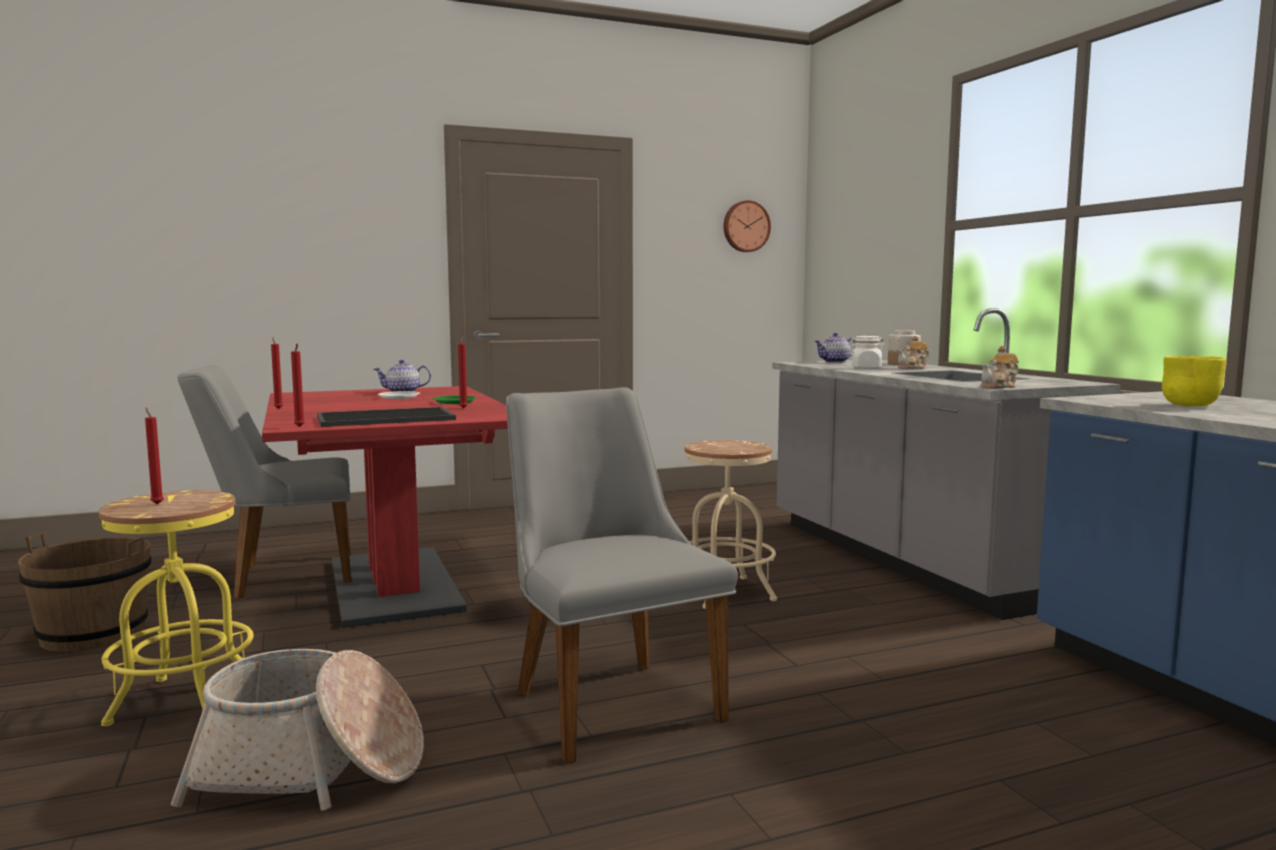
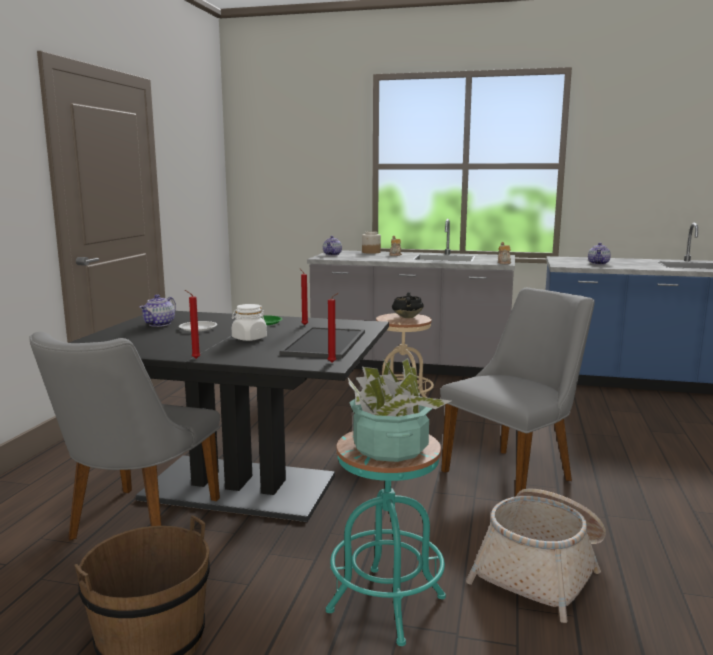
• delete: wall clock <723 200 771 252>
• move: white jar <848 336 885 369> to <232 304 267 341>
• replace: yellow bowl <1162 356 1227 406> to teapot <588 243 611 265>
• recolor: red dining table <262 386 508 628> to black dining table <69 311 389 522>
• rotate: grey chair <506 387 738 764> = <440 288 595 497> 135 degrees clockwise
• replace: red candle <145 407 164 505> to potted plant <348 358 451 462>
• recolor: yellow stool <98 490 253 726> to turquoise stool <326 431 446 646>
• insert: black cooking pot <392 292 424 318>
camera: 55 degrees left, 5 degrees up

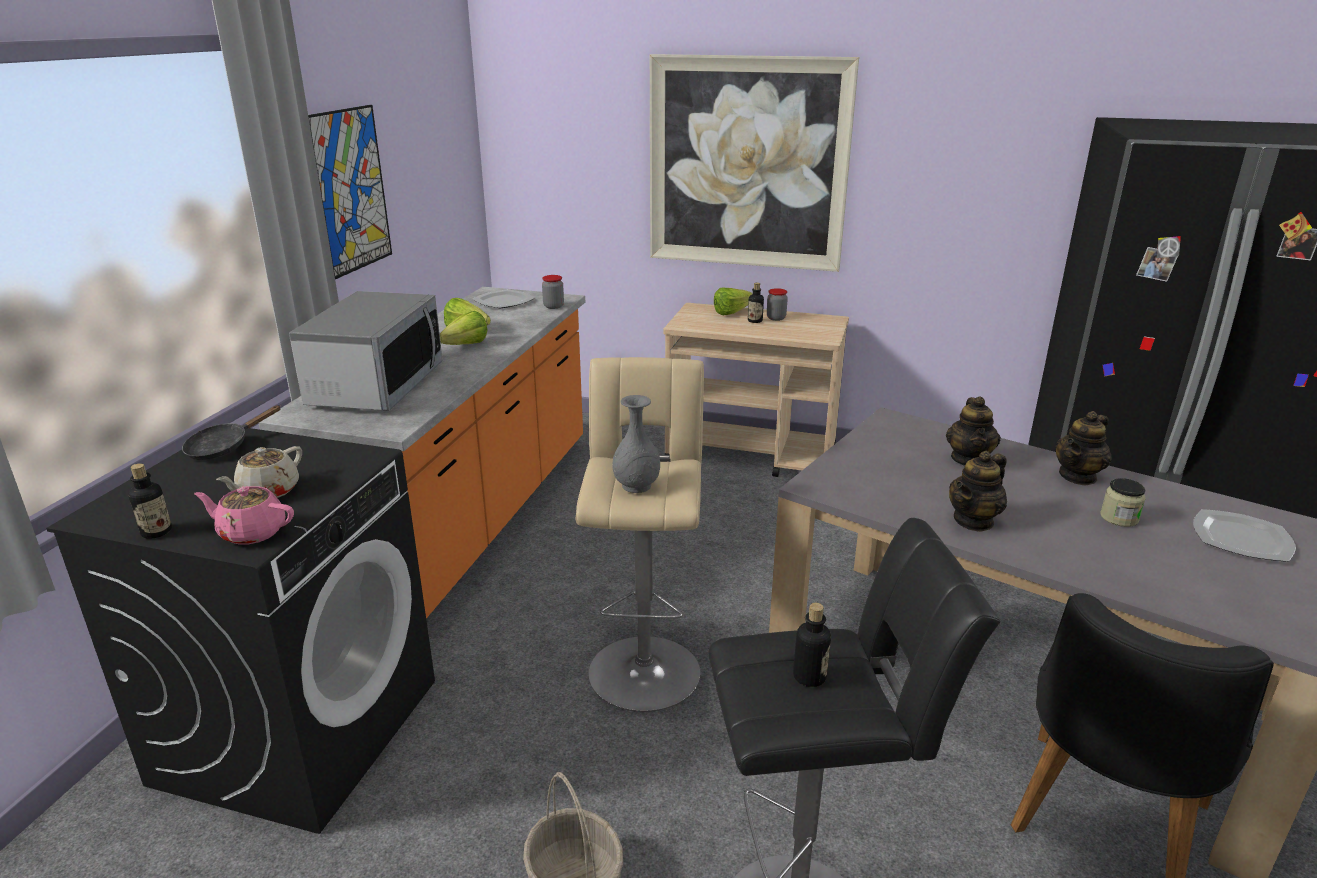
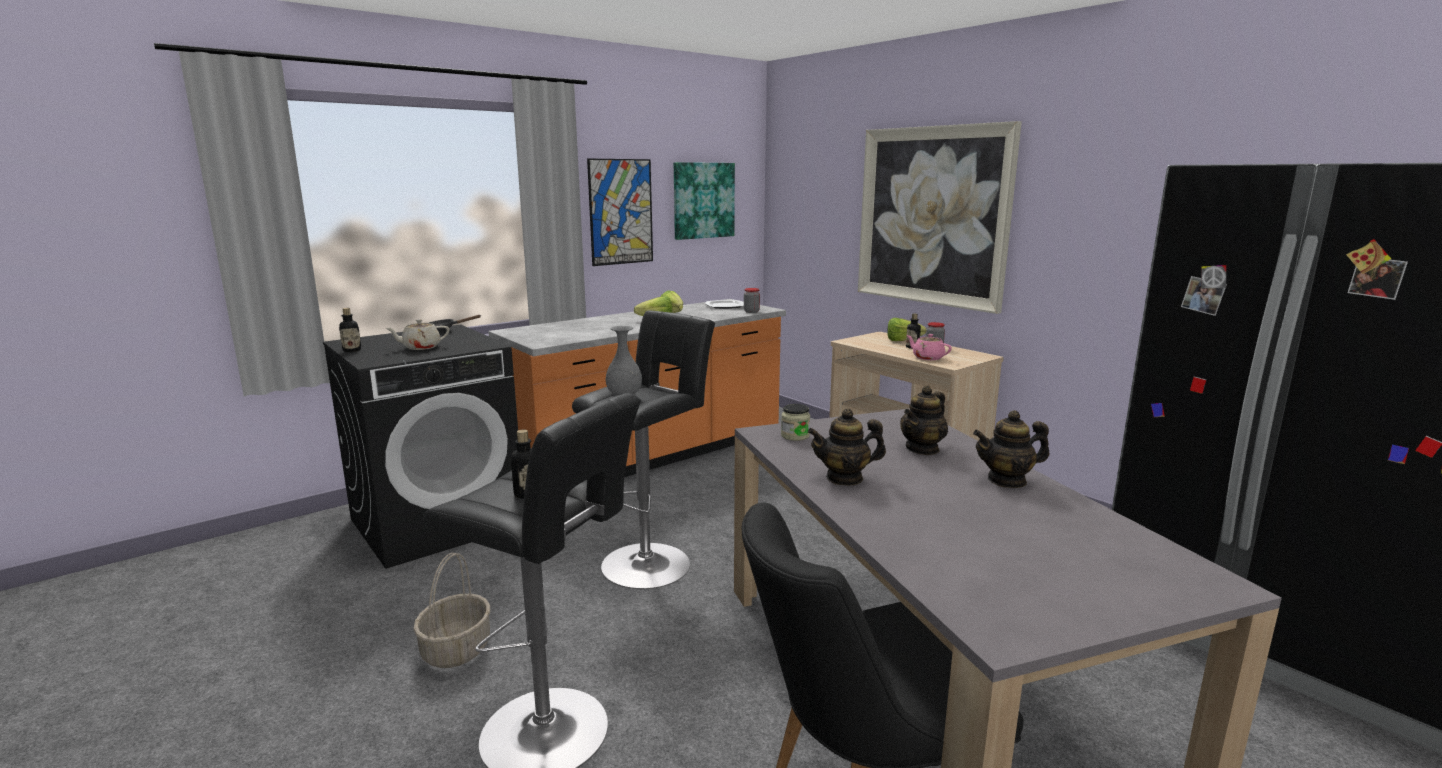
• delete: microwave <289 291 443 411>
• recolor: beige stool <575 357 704 712> to black stool <572 311 715 589>
• move: jar <1100 478 1146 527> to <781 404 810 441>
• move: pink teapot <194 486 294 545> to <906 334 952 360>
• delete: plate <1193 509 1296 562>
• insert: picture <674 162 735 240>
camera: 35 degrees right, 10 degrees down

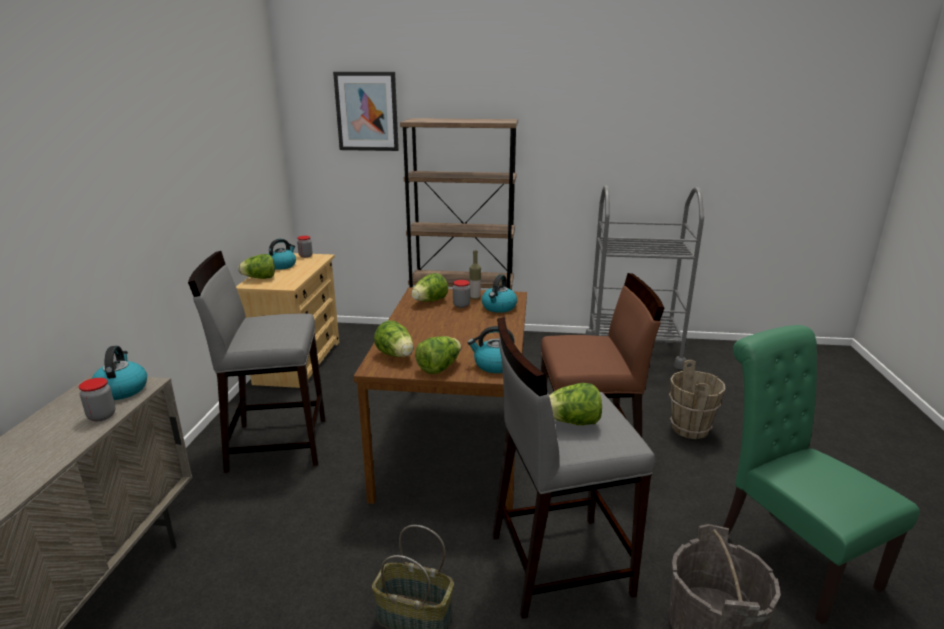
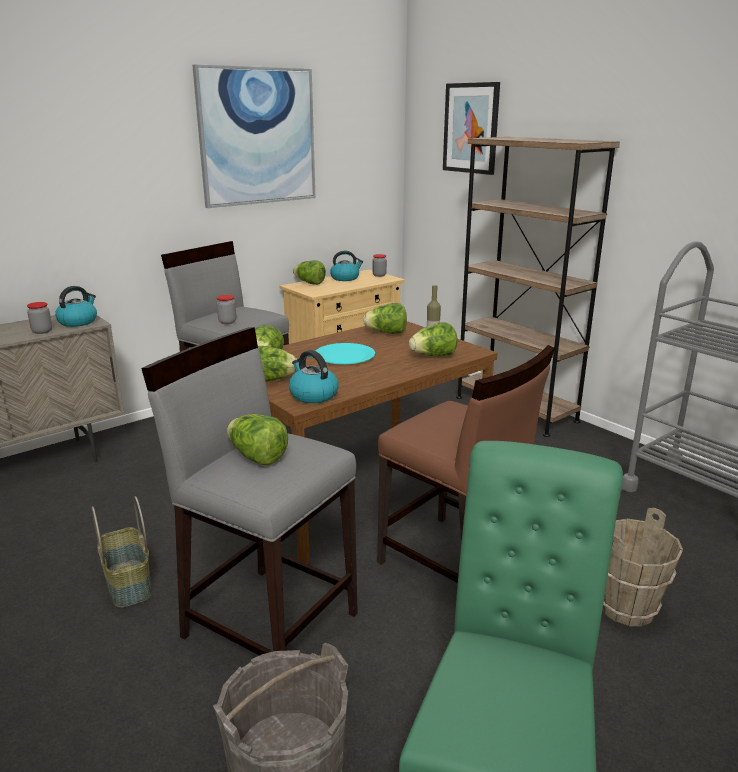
• replace: kettle <482 274 517 313> to lettuce <409 322 458 357>
• move: jar <453 280 470 308> to <217 295 236 324>
• insert: picture <192 65 315 208>
• insert: turquoise plate <316 343 375 364>
camera: 45 degrees right, 0 degrees up

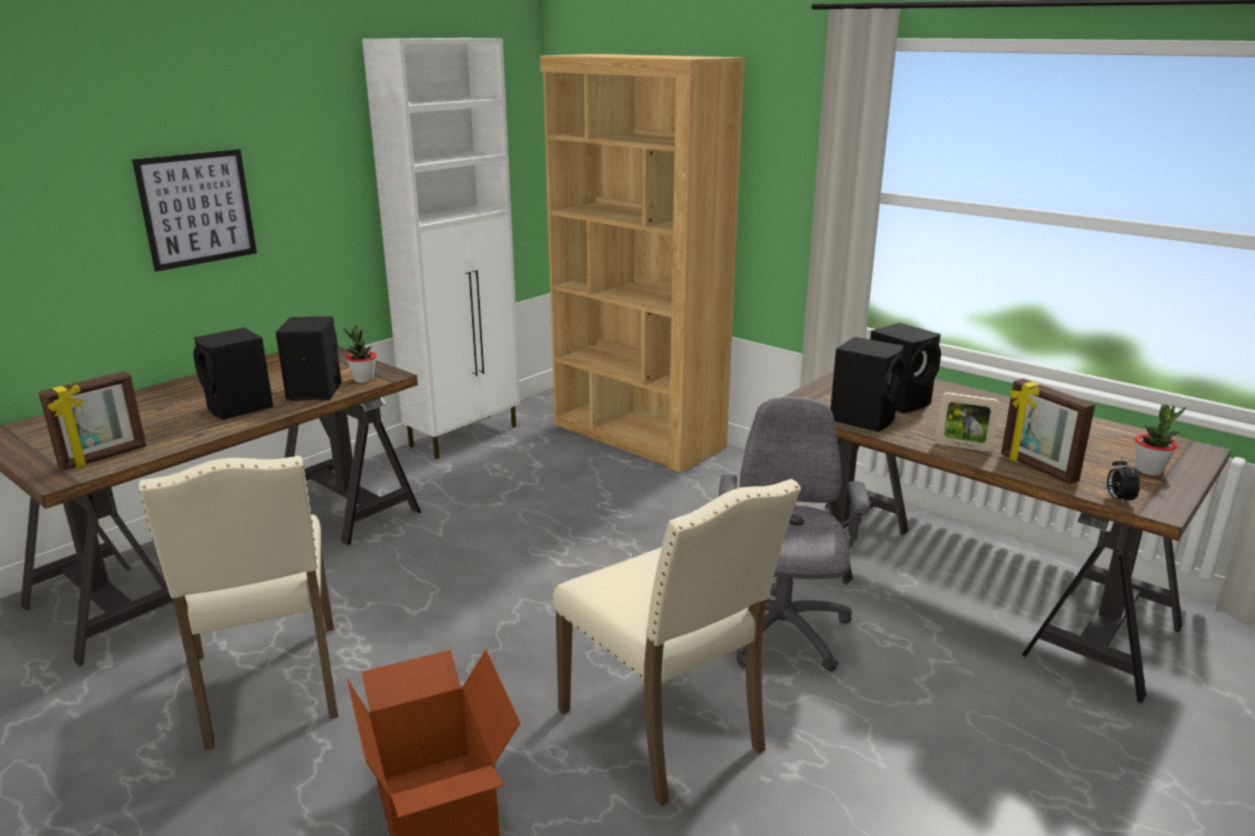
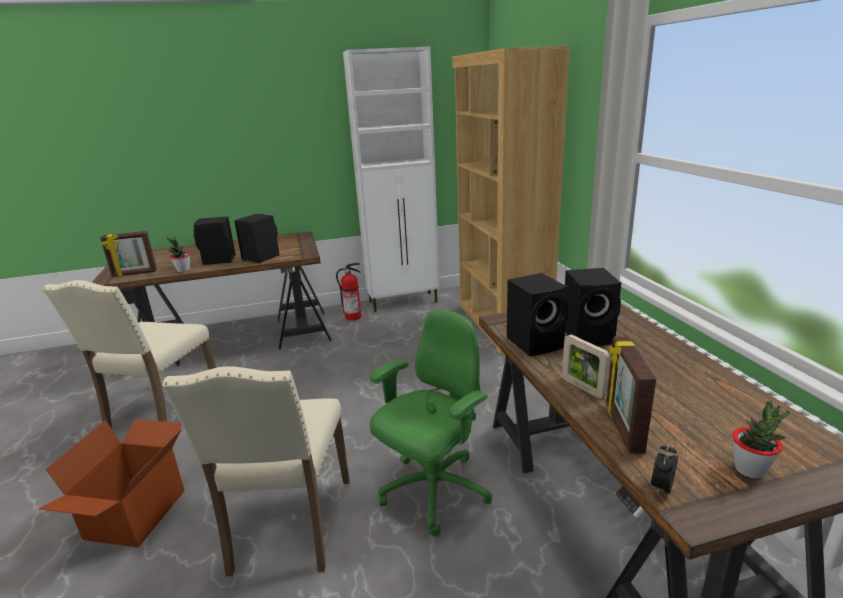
• delete: picture <132 149 257 272>
• move: potted plant <344 326 377 383> to <167 236 190 272>
• recolor: grey office chair <718 397 870 672> to green office chair <369 310 493 536>
• insert: fire extinguisher <336 263 361 321>
camera: 35 degrees right, 0 degrees up

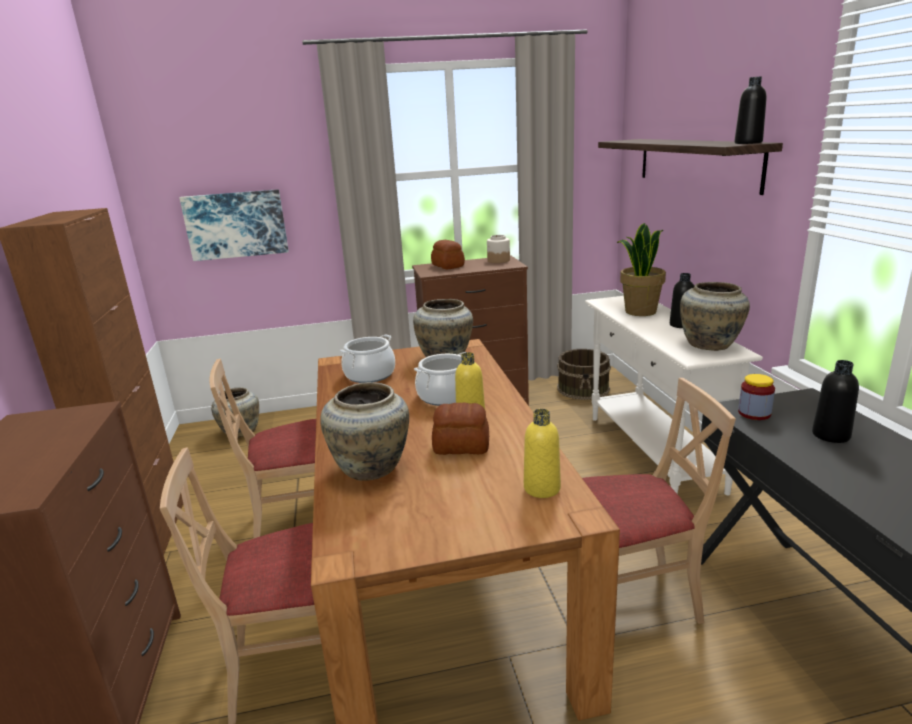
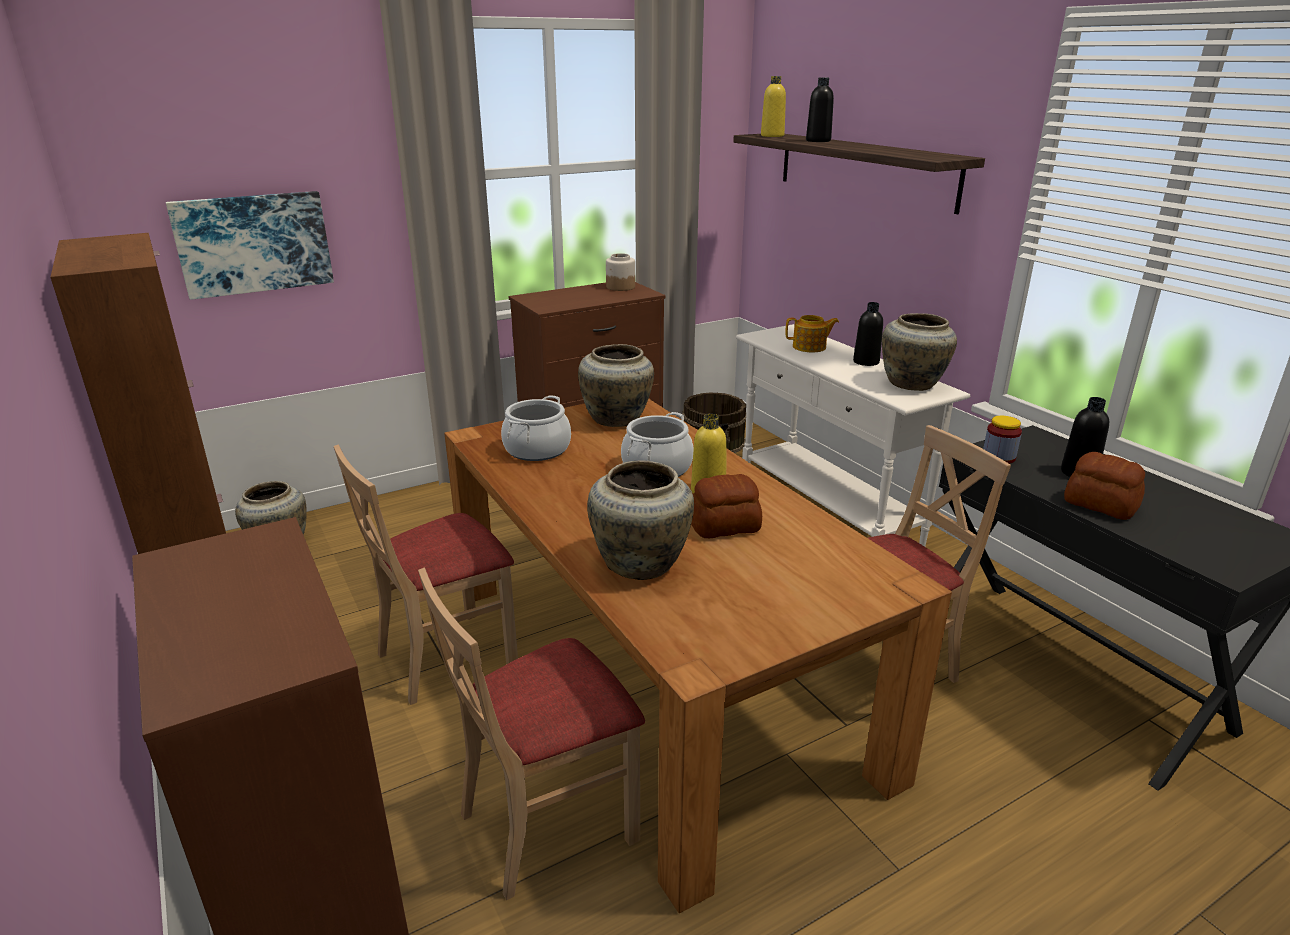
• move: black bottle <734 77 767 144> to <806 78 834 142>
• replace: potted plant <617 223 666 316> to teapot <785 315 839 352>
• move: bread <431 240 465 269> to <1064 452 1145 520>
• move: yellow bottle <524 409 561 498> to <761 76 786 137>
camera: 20 degrees left, 5 degrees up

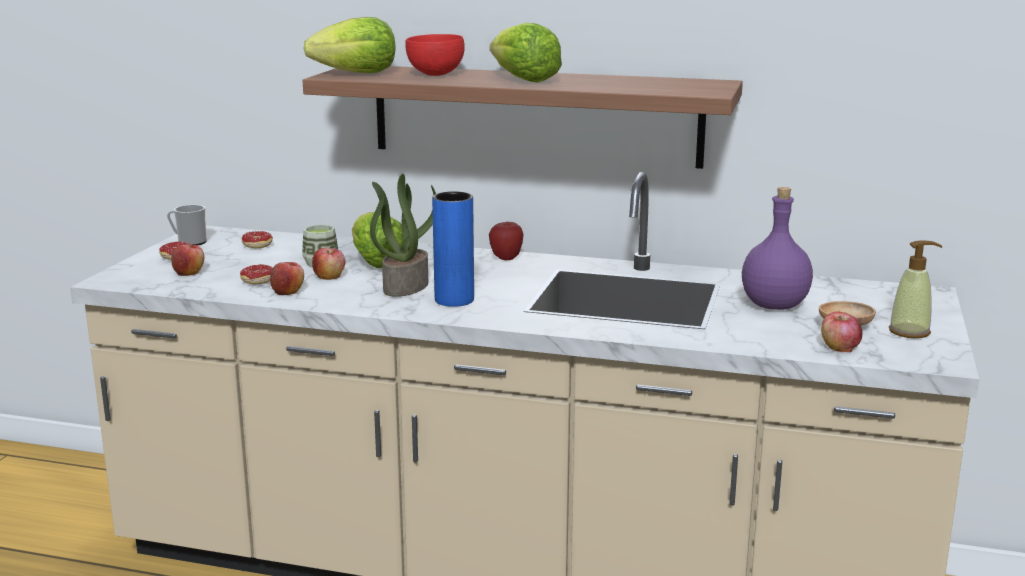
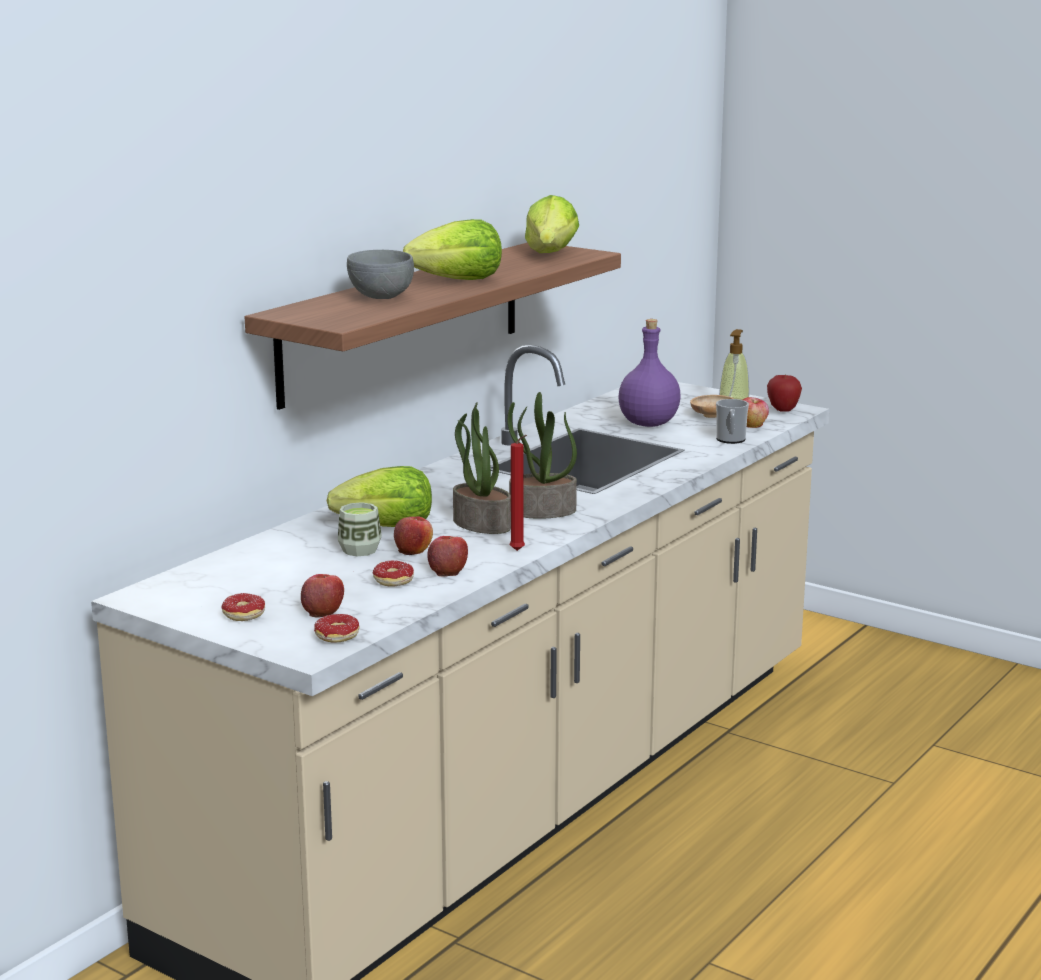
• move: lettuce <303 17 395 73> to <525 195 579 253>
• recolor: red bowl <405 34 465 76> to grey bowl <347 250 414 299>
• replace: blue vase <432 191 474 307> to potted plant <507 392 577 519>
• move: mug <167 205 207 245> to <716 399 749 444>
• move: apple <489 222 524 260> to <767 374 802 412>
• move: donut <242 231 273 248> to <314 614 359 643>
• insert: red candle <510 435 527 551>
camera: 70 degrees left, 0 degrees up

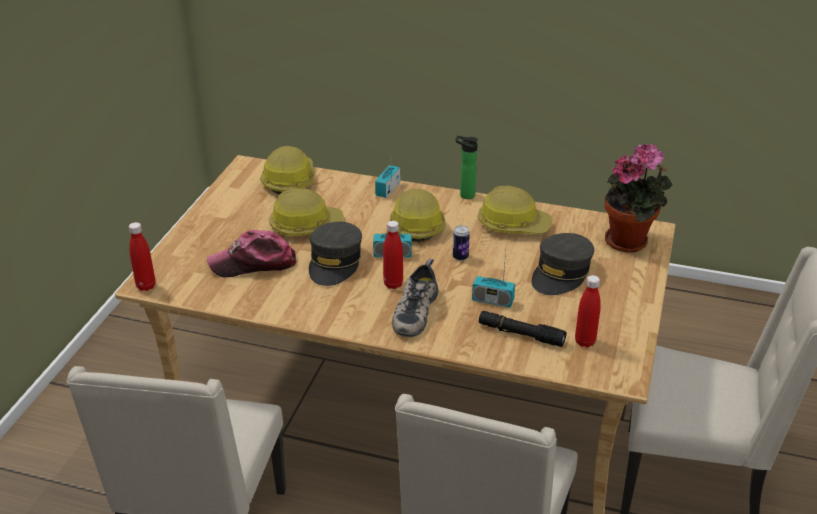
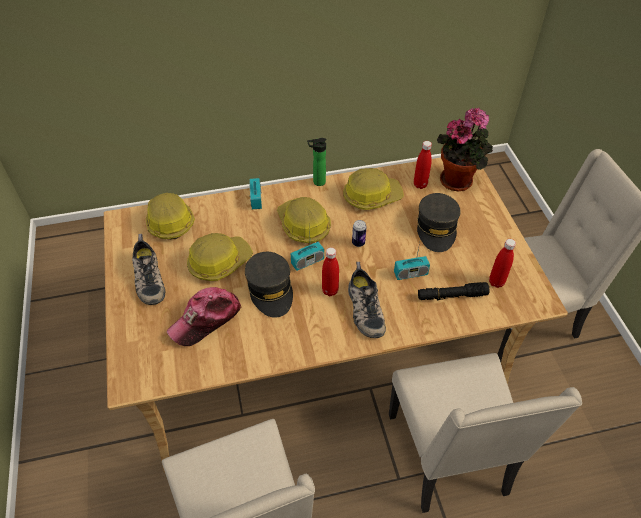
• move: red bottle <129 222 155 291> to <414 141 432 189>
• insert: shoe <132 234 165 305>
camera: 30 degrees left, 15 degrees up

